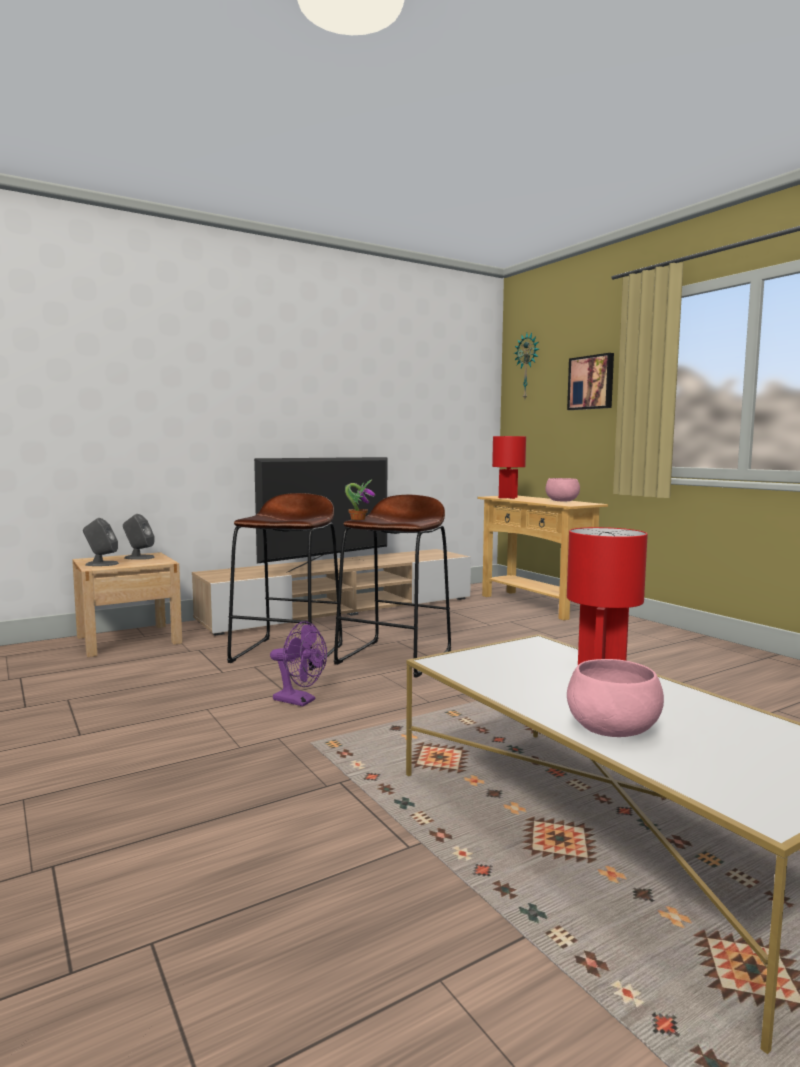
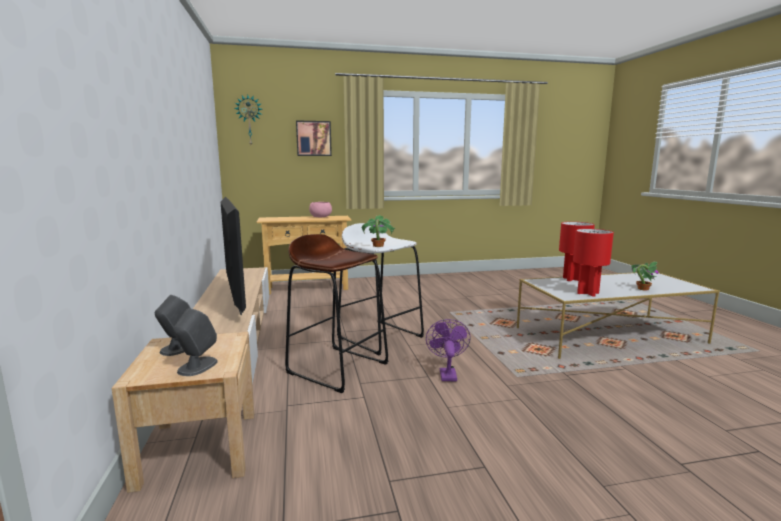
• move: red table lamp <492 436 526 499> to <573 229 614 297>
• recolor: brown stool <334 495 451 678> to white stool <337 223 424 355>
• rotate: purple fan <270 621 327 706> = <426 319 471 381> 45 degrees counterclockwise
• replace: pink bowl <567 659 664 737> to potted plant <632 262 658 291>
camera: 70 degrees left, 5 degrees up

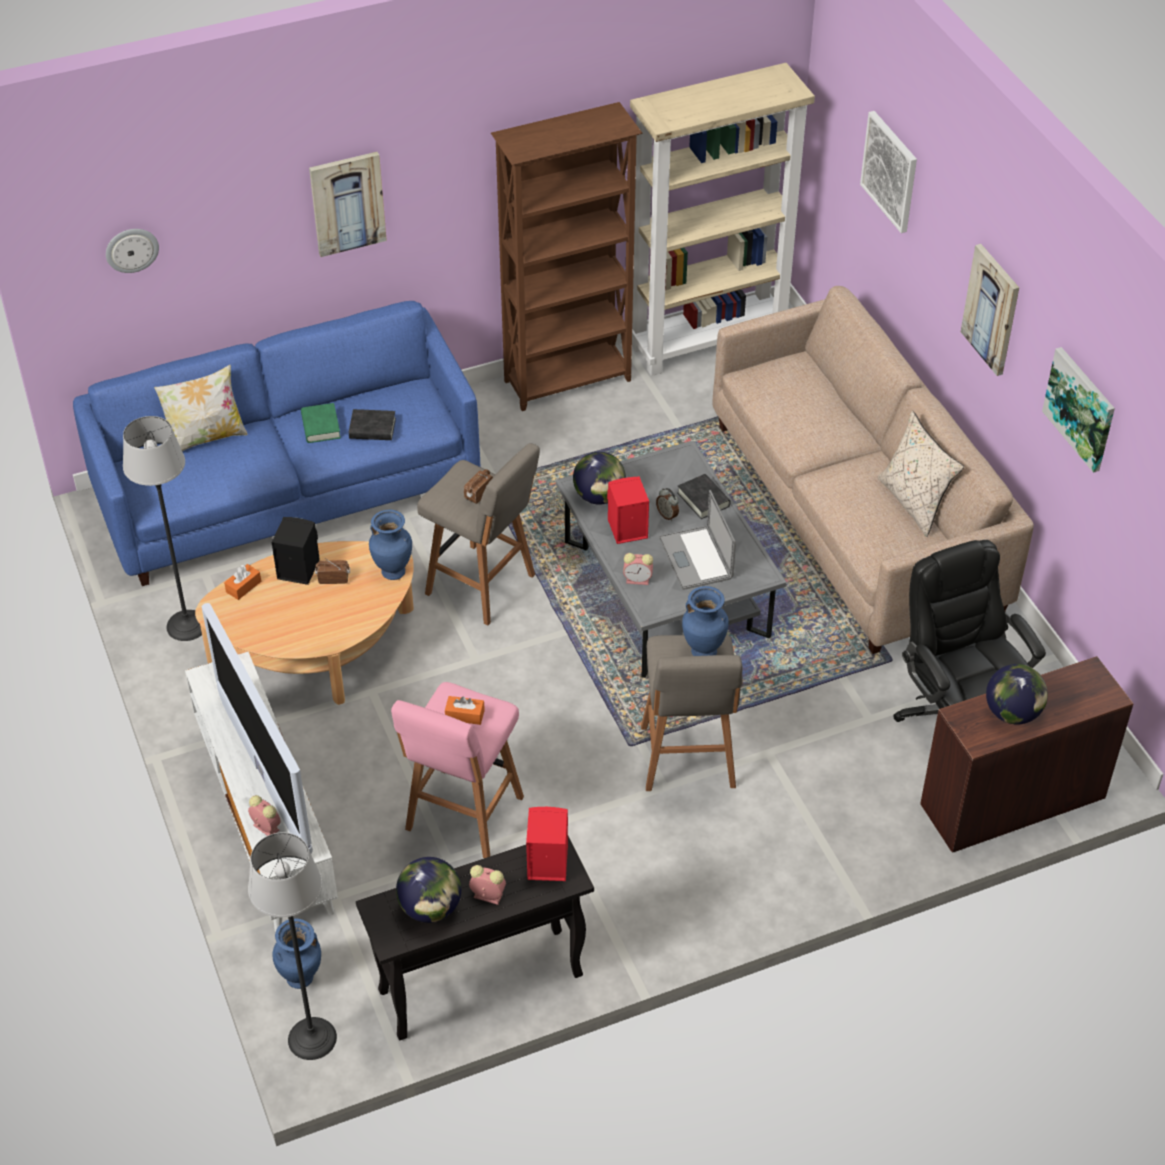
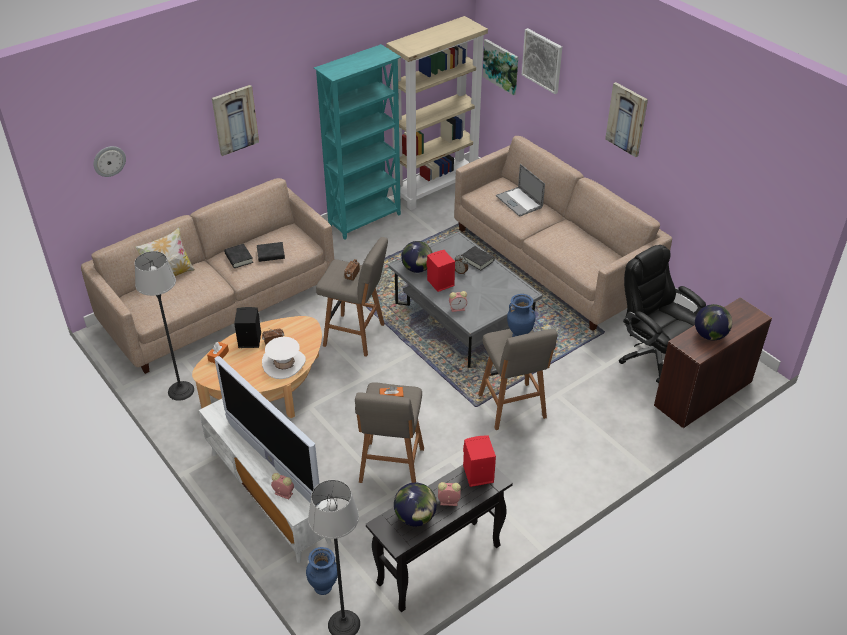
• recolor: brown bookcase <491 102 643 411> to turquoise bookcase <314 44 401 240>
• recolor: blue sofa <73 301 480 586> to beige sofa <81 178 334 374>
• move: picture <1042 347 1115 473> to <483 39 518 95>
• recolor: green book <301 403 341 443> to black book <224 244 253 268>
• delete: beige pillow <877 411 964 537>
• move: laptop <659 490 736 590> to <496 164 545 217>
• delete: blue vase <369 510 412 580>
• recolor: pink stool <391 682 524 858> to grey stool <355 382 424 483>
• insert: white hat <262 337 306 379>
camera: 15 degrees left, 5 degrees down

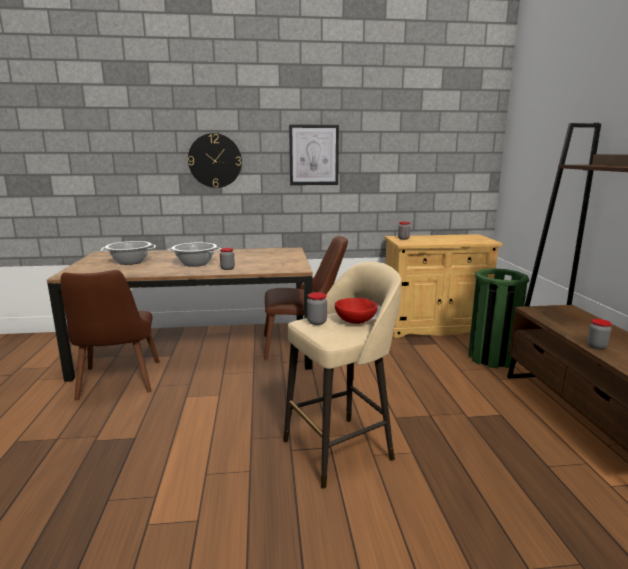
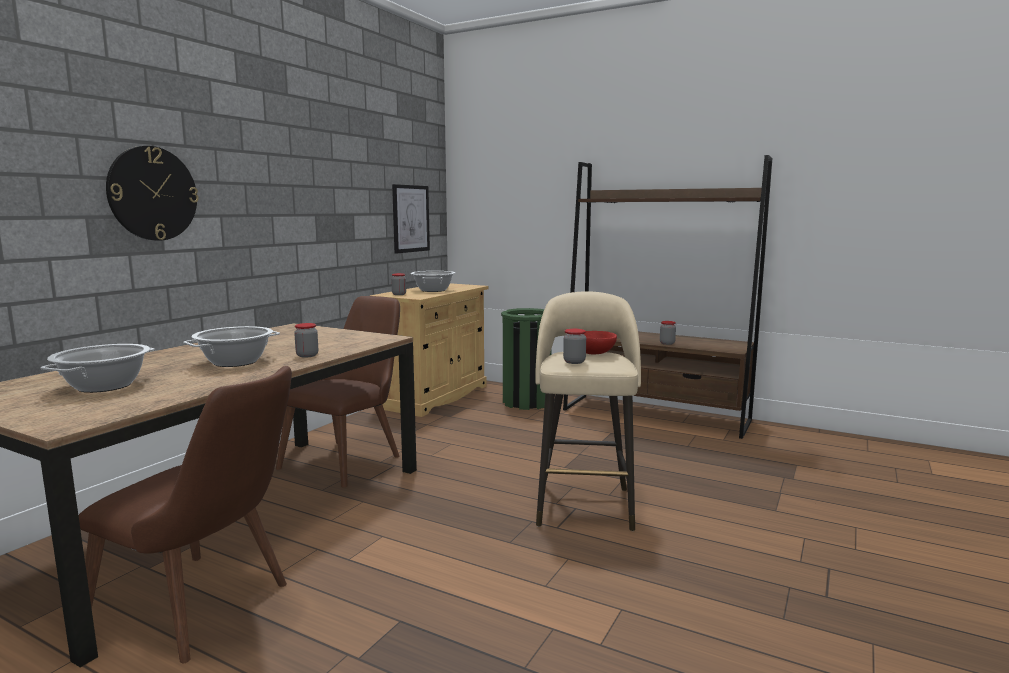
• move: picture <289 124 339 185> to <392 184 430 254>
• insert: cooking pot <411 271 455 292>
camera: 55 degrees left, 5 degrees down

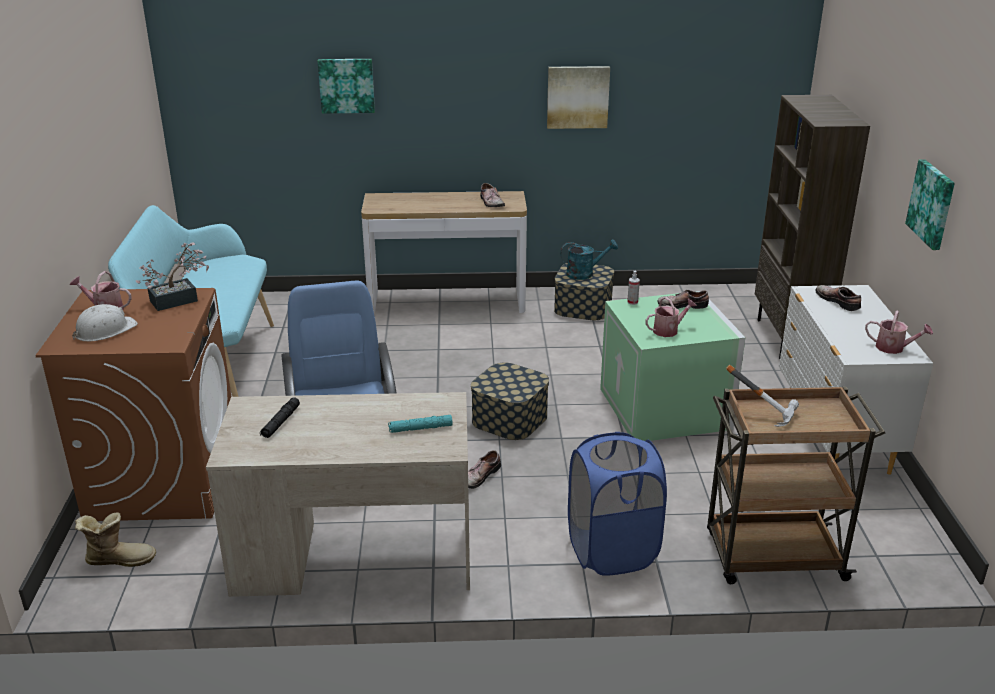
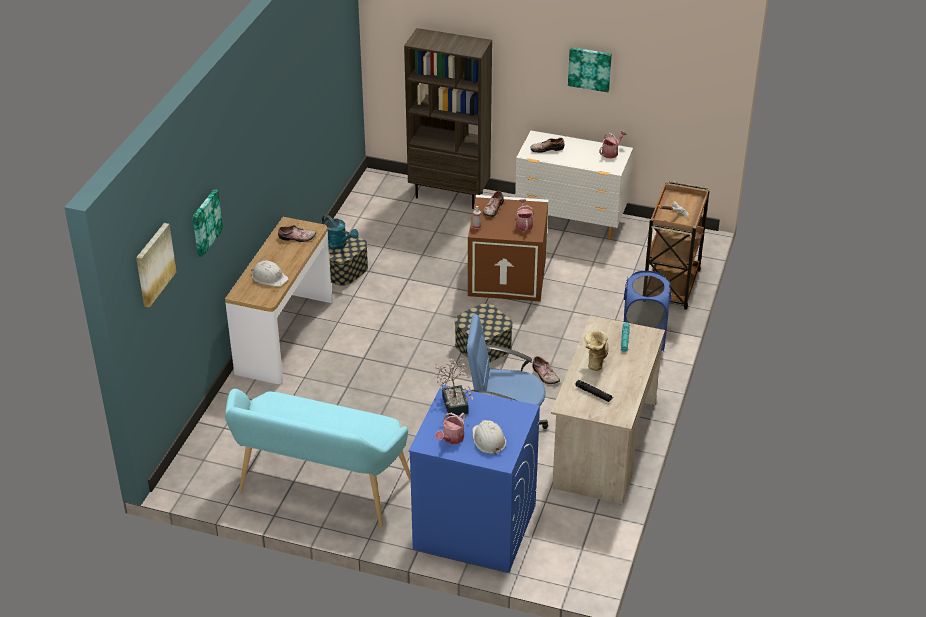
• move: picture <547 66 610 129> to <136 223 176 308>
• rotate: turquoise watering can <560 240 618 280> = <322 214 359 249> 120 degrees clockwise
• recolor: brown washing machine <35 288 231 521> to blue washing machine <409 385 540 573>
• recolor: green storage box <600 291 746 441> to brown storage box <468 195 548 301>
• move: boot <75 512 156 567> to <584 330 609 371>
• insert: white hard hat <251 260 289 287>
camera: 70 degrees left, 10 degrees up

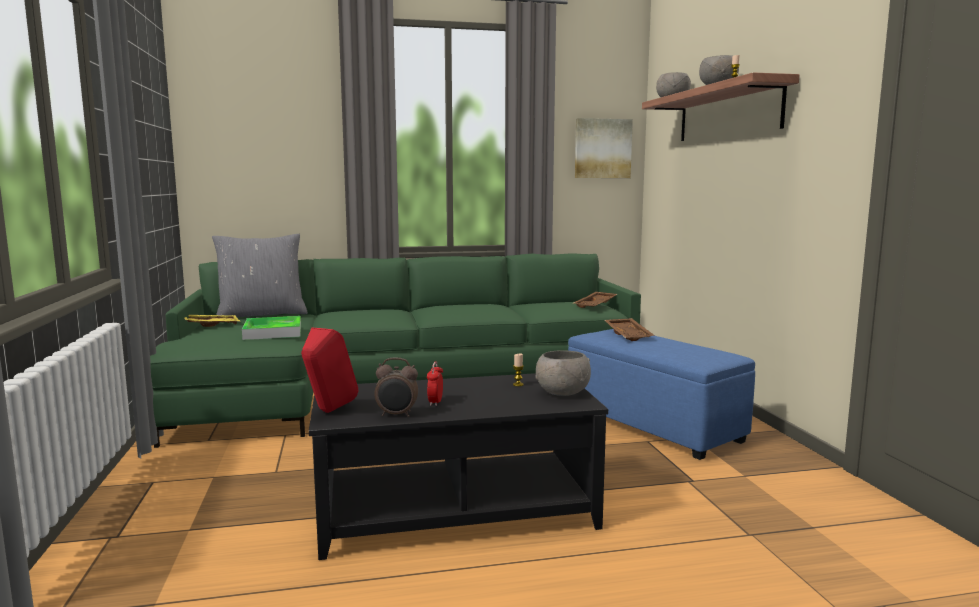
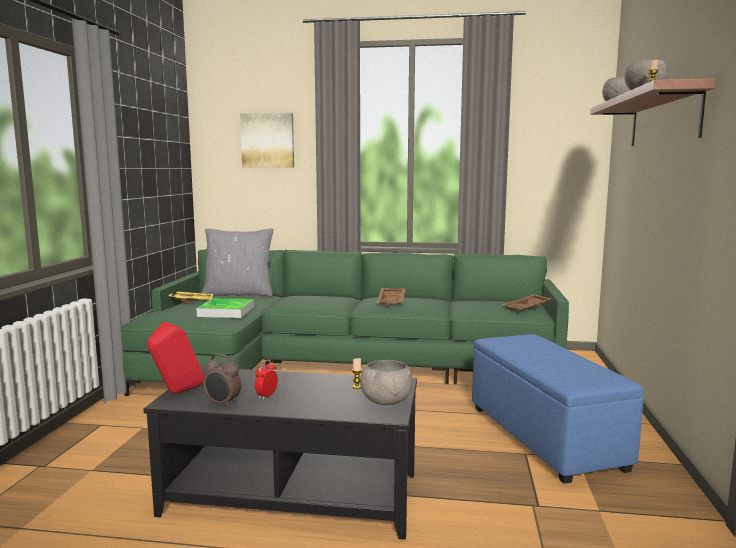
• move: picture <575 118 633 178> to <240 112 294 167>
• move: brown tray <604 318 655 341> to <377 288 405 306>
camera: 20 degrees right, 0 degrees up

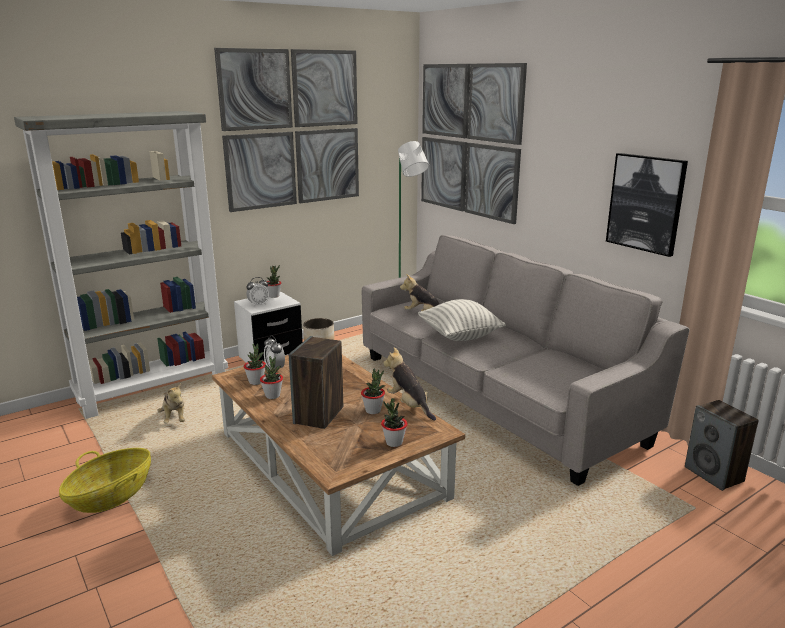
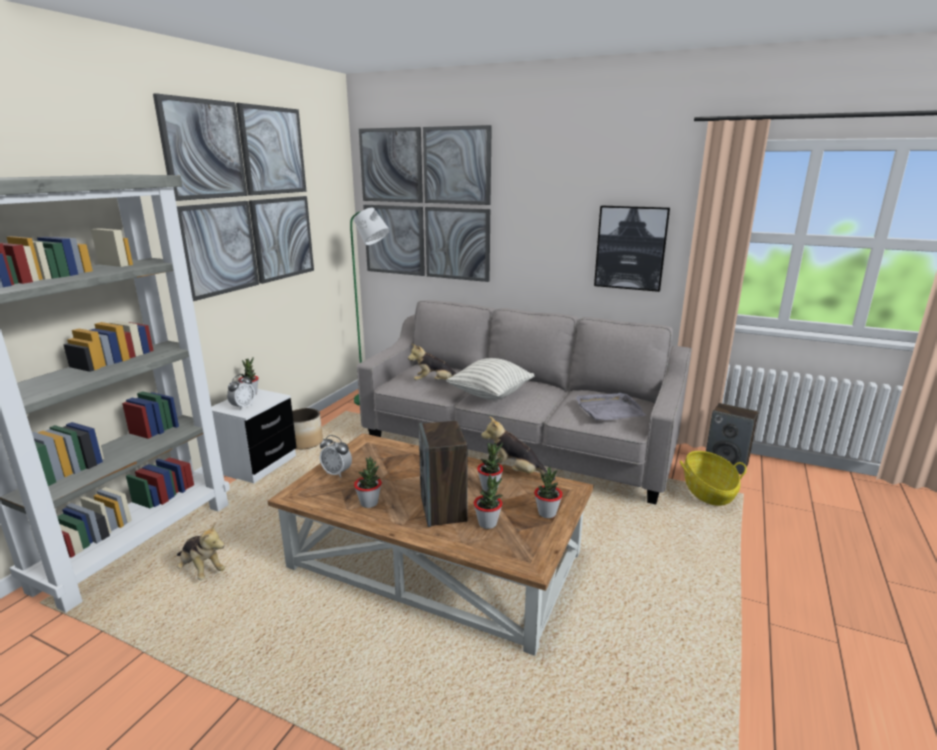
• move: potted plant <244 343 266 385> to <474 474 503 529>
• move: basket <59 448 151 513> to <680 451 747 506>
• insert: grey tray <576 393 646 420>
camera: 30 degrees left, 0 degrees up

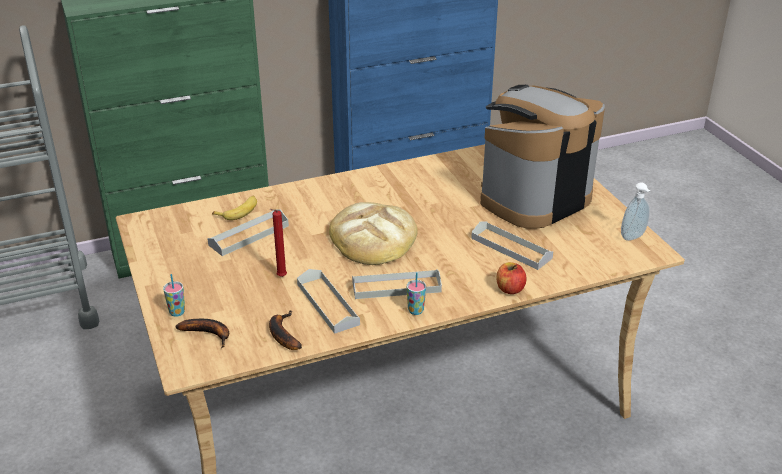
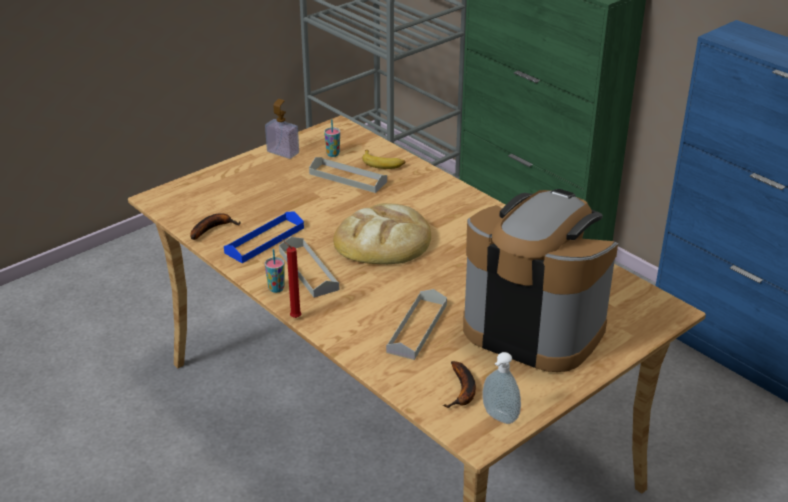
• move: red candle <269 209 287 277> to <282 239 302 318>
• delete: apple <496 262 527 294>
• recolor: grey tray <297 269 360 334> to blue tray <224 211 304 263>
• move: cup <163 274 185 317> to <324 119 340 157>
• move: banana <176 319 229 348> to <443 361 476 408>
• insert: soap dispenser <265 99 299 159>
camera: 70 degrees right, 0 degrees up

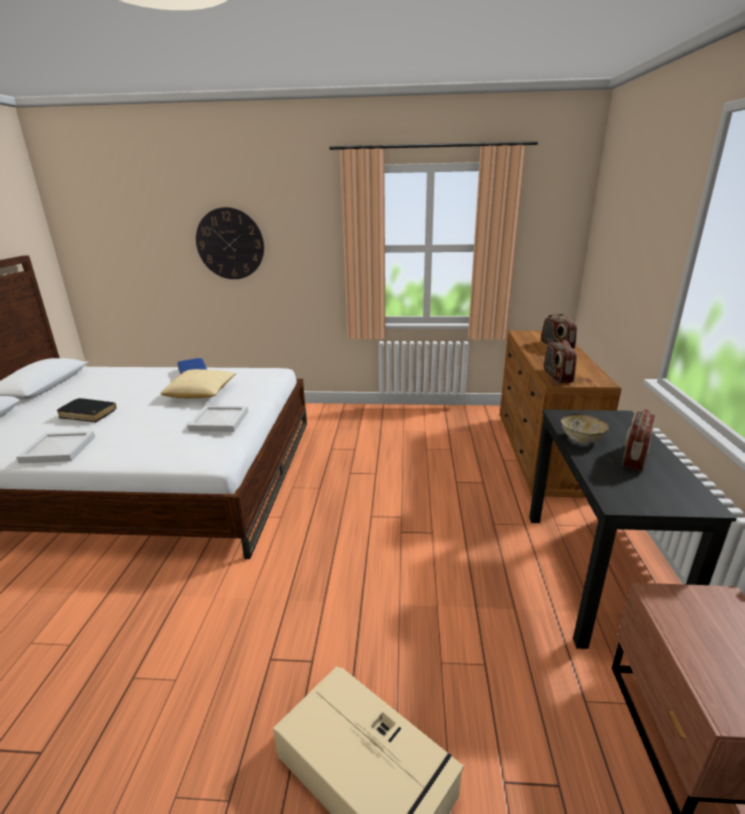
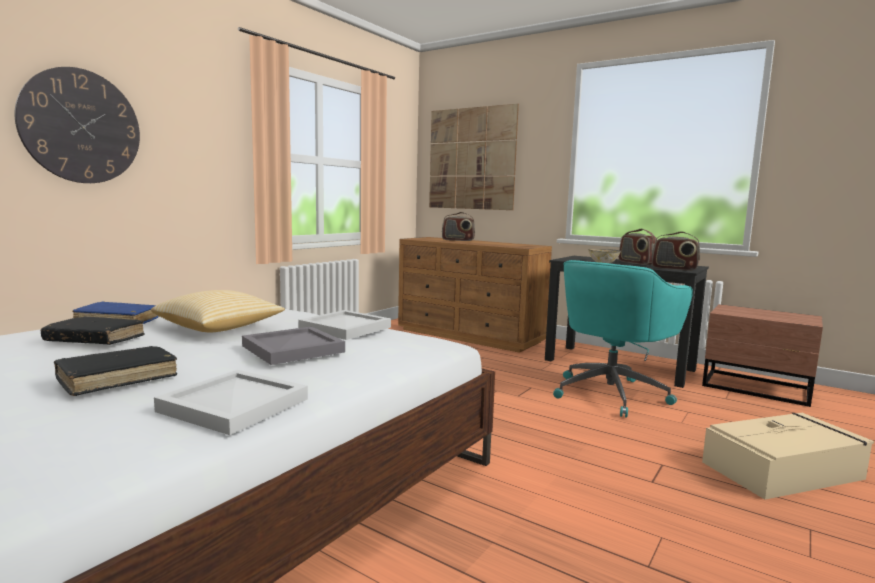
• move: radio <544 339 577 383> to <652 232 700 271>
• insert: picture <429 104 519 210>
• insert: turquoise office chair <553 260 693 417>
• insert: black book <41 316 145 345>
• insert: grey tray <242 326 345 365>
camera: 60 degrees left, 15 degrees down

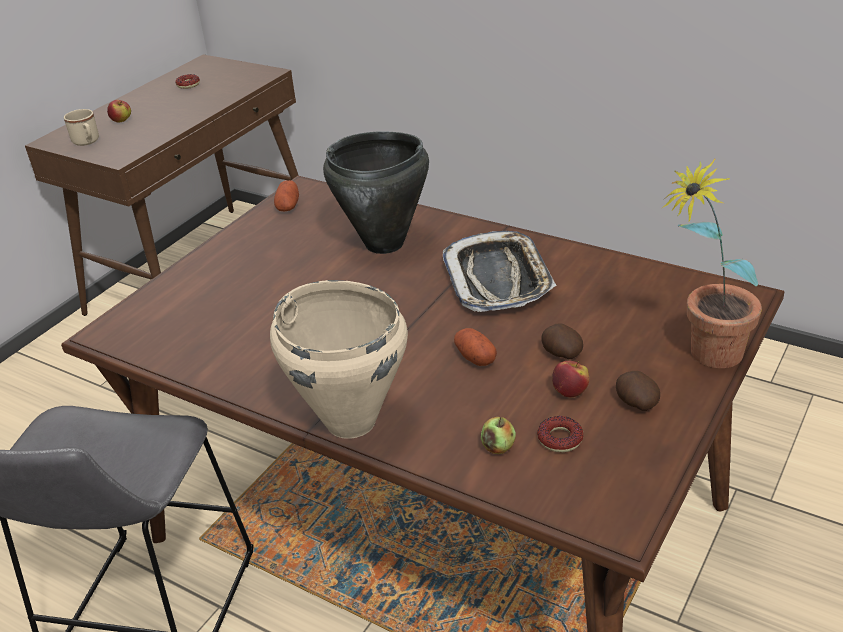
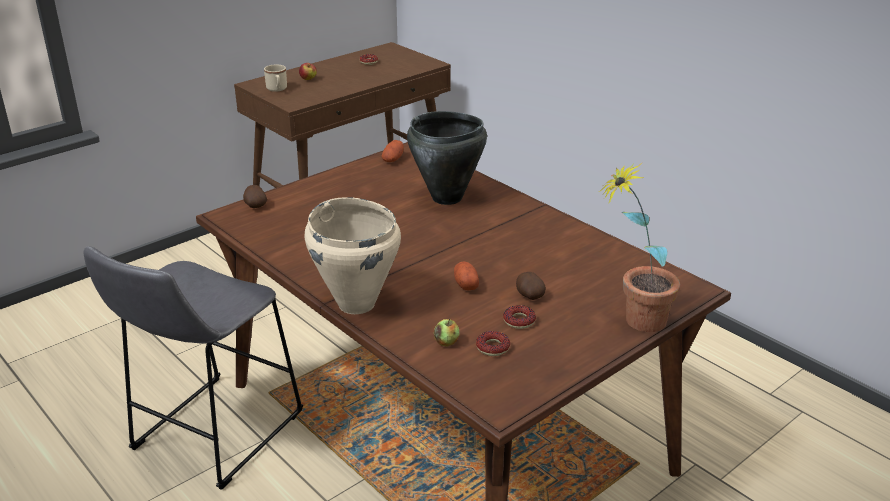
• delete: tray <443 231 556 312>
• replace: apple <552 361 589 397> to donut <503 305 536 329>
• move: potato <616 371 660 411> to <243 185 267 208>
camera: 15 degrees right, 5 degrees down

